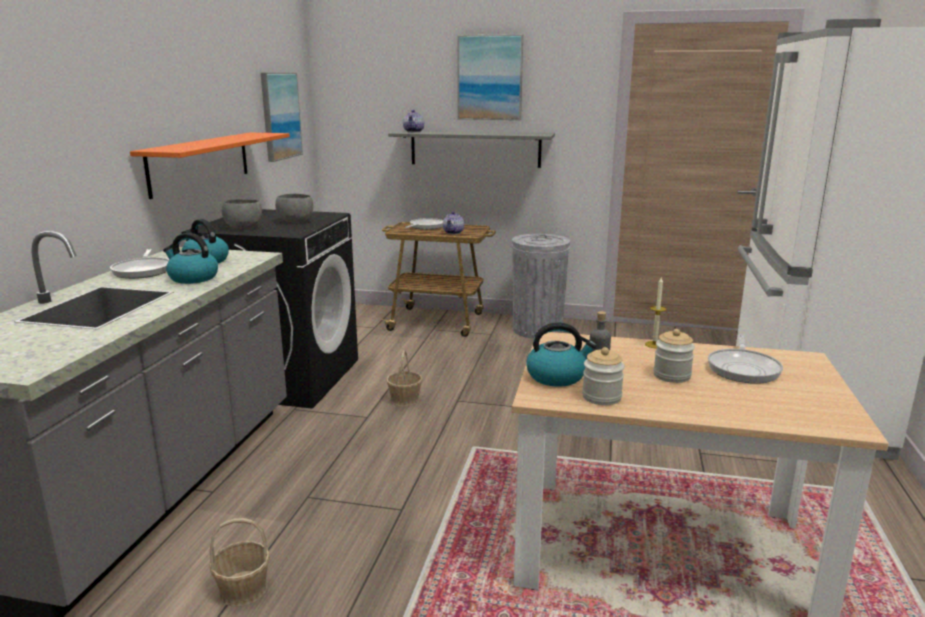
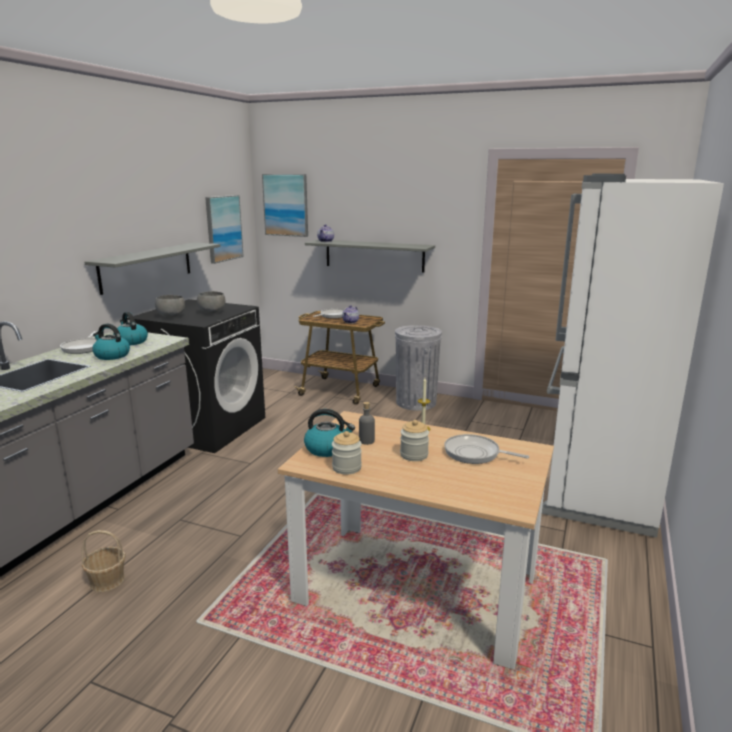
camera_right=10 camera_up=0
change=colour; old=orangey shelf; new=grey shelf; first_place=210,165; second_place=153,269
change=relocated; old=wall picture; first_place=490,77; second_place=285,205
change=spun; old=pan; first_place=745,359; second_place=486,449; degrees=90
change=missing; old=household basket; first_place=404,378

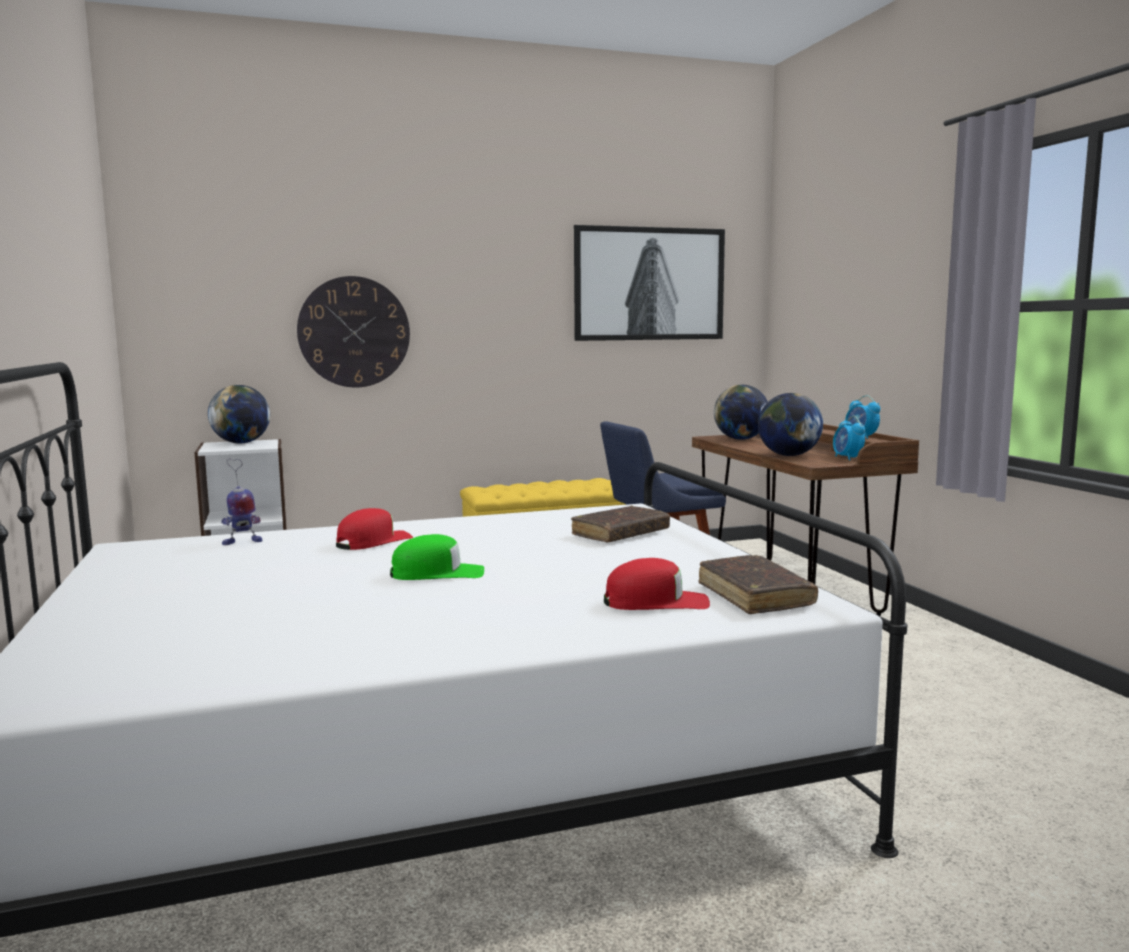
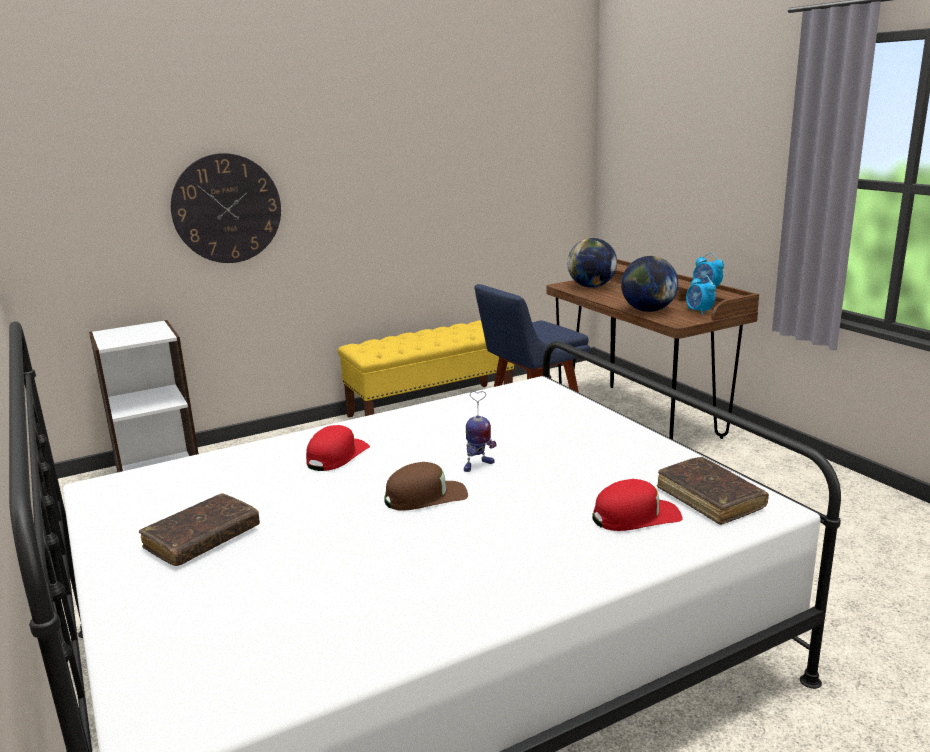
camera_right=-10 camera_up=10
change=relocated; old=brown-coloured volume; first_place=620,524; second_place=199,529
change=colour; old=greenish peaked cap; new=brown-coloured peaked cap; first_place=437,557; second_place=426,486
change=relocated; old=toy robot; first_place=242,502; second_place=480,431
change=missing; old=globe; first_place=239,414
change=missing; old=wall picture; first_place=649,283

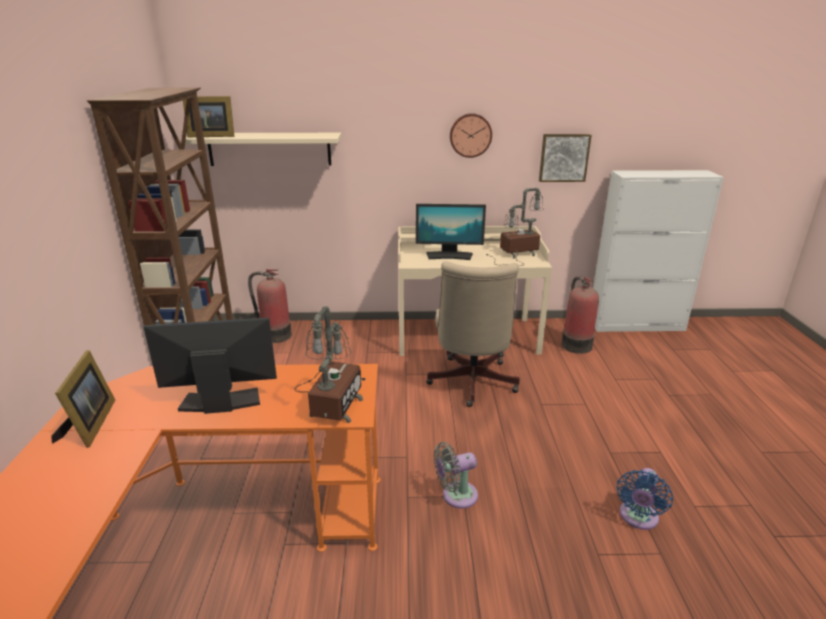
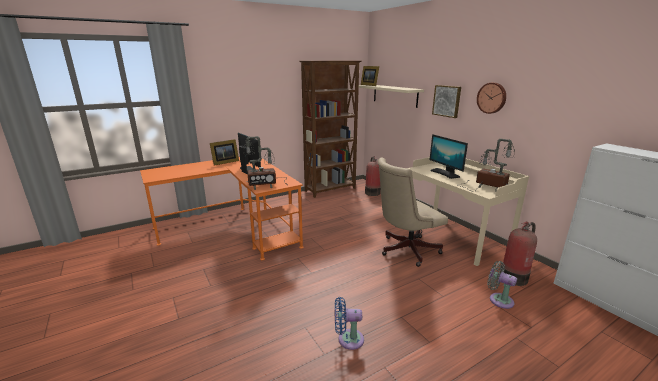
camera_right=60 camera_up=-5
change=relocated; old=wall picture; first_place=565,158; second_place=446,101
change=relocated; old=grey cooling fan; first_place=456,475; second_place=502,285

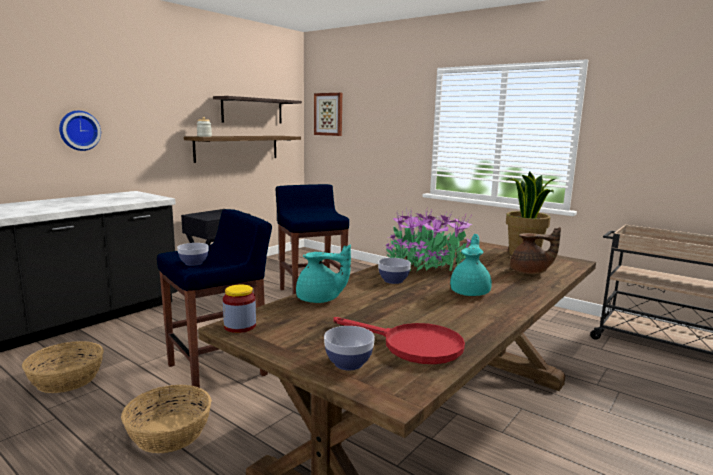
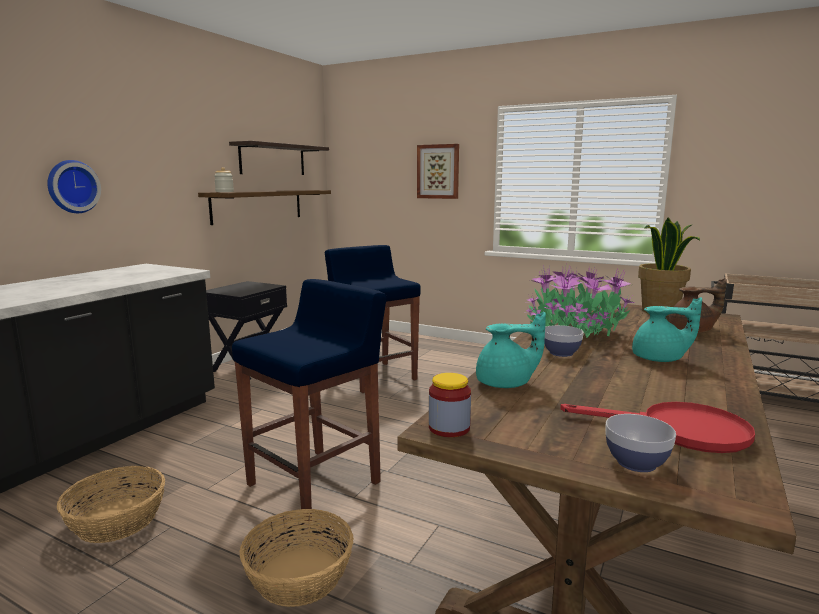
camera_right=-10 camera_up=0
change=relocated; old=wall picture; first_place=328,114; second_place=438,171
change=spun; old=blue-green tea pot; first_place=471,265; second_place=667,329; degrees=90
change=missing; old=serving bowl; first_place=193,254

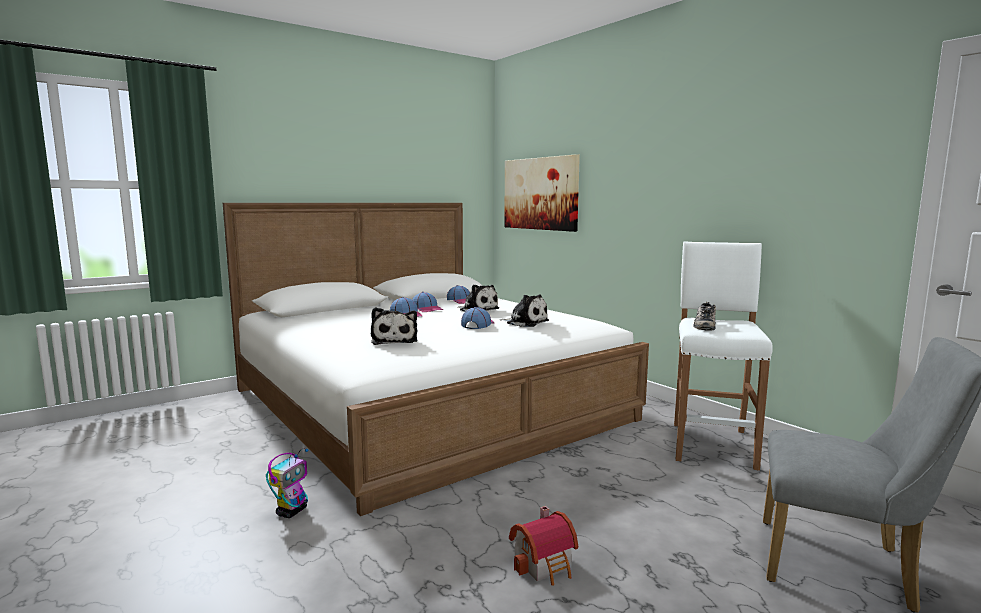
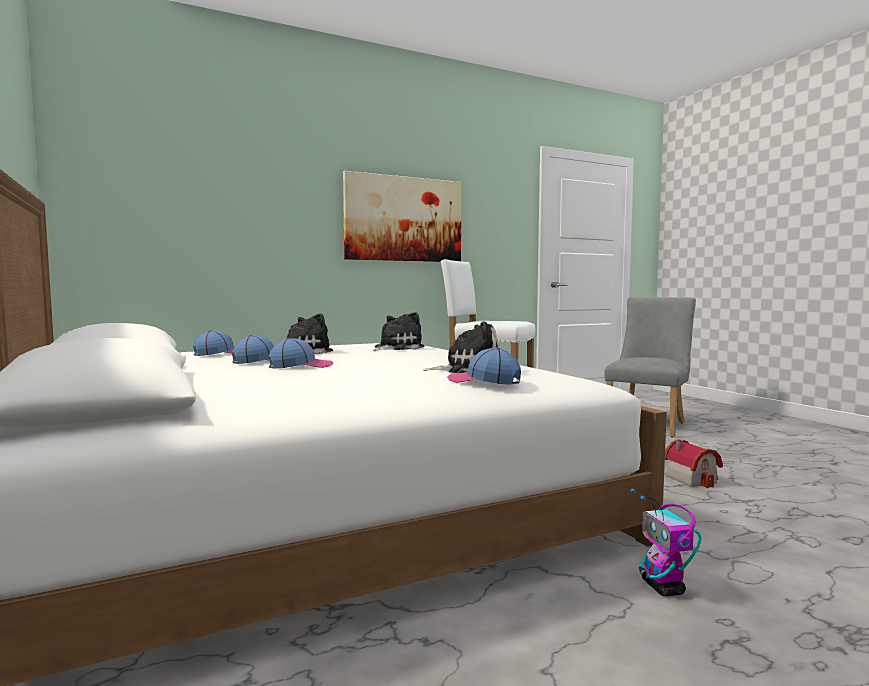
camera_right=-80 camera_up=-5
change=relocated; old=wall picture; first_place=542,193; second_place=402,216
change=relocated; old=peaked cap; first_place=477,318; second_place=484,366
change=spun; old=toy robot; first_place=287,483; second_place=666,542; degrees=-135
change=missing; old=low shoe; first_place=704,316

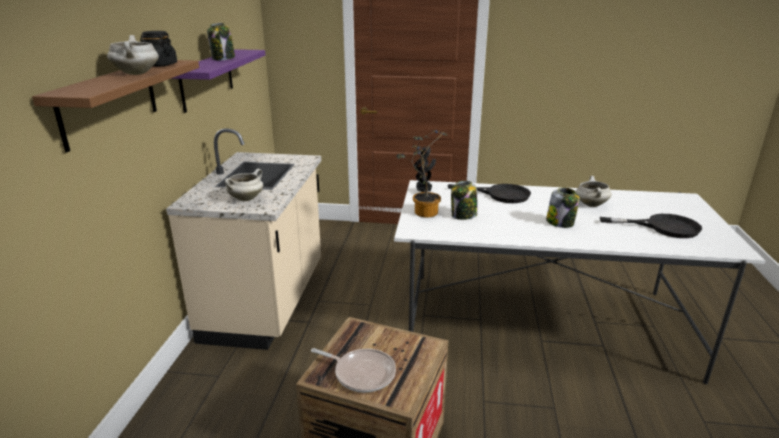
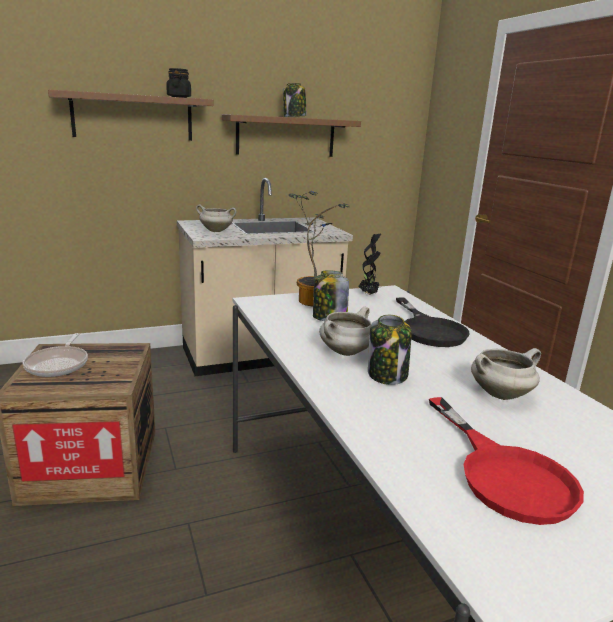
camera_right=60 camera_up=-5
change=colour; old=purplish shelf; new=brown-coloured shelf; first_place=218,81; second_place=291,135
change=relocated; old=whitish cooking pot; first_place=133,55; second_place=345,331
change=colour; old=blackish pan; new=red-coloured pan; first_place=651,226; second_place=506,461

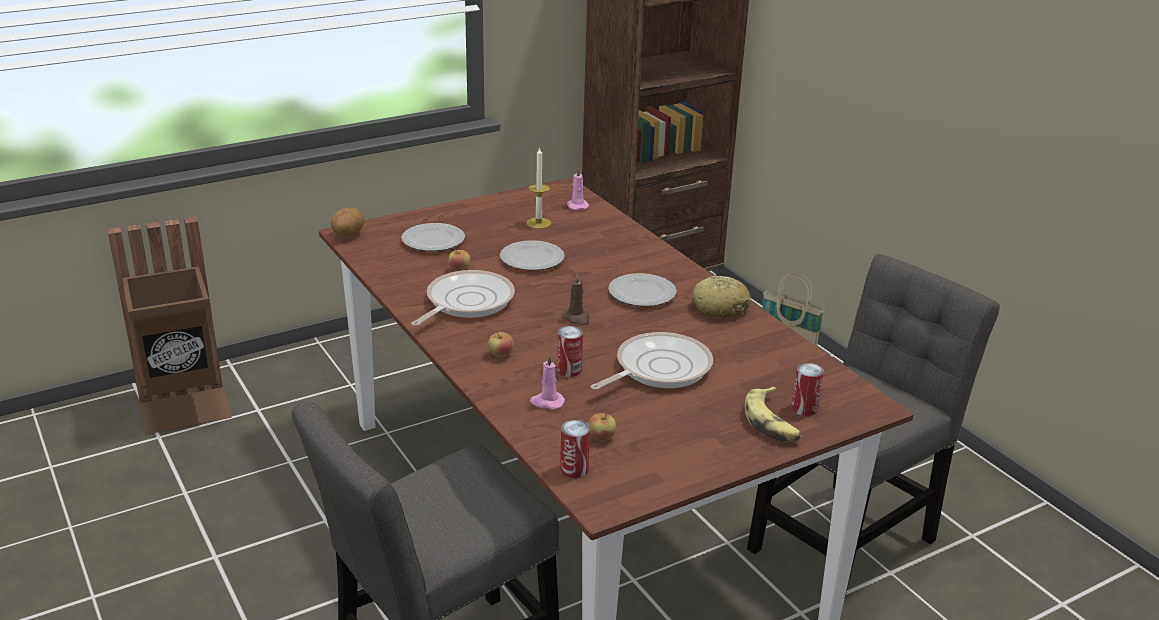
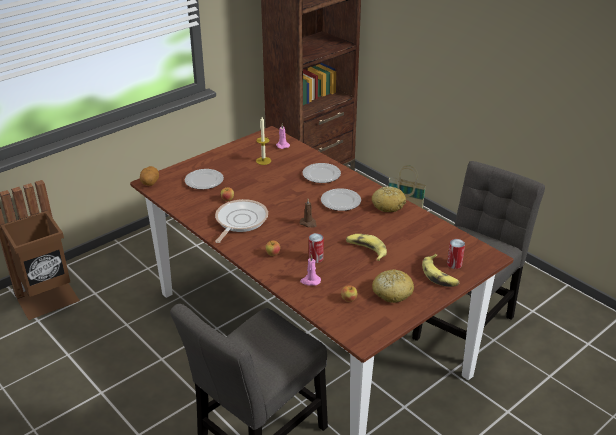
camera_right=-10 camera_up=5
change=relocated; old=dinner plate; first_place=532,255; second_place=322,173
change=exchanged; old=pan; new=banana; first_place=652,361; second_place=366,247
change=appeared; new=baked bread; second_place=393,286
change=missing; old=can; first_place=575,449

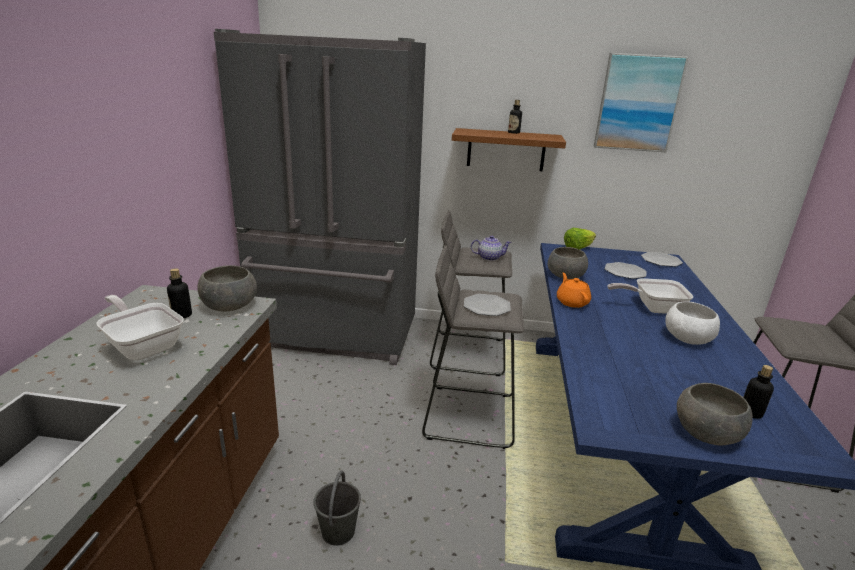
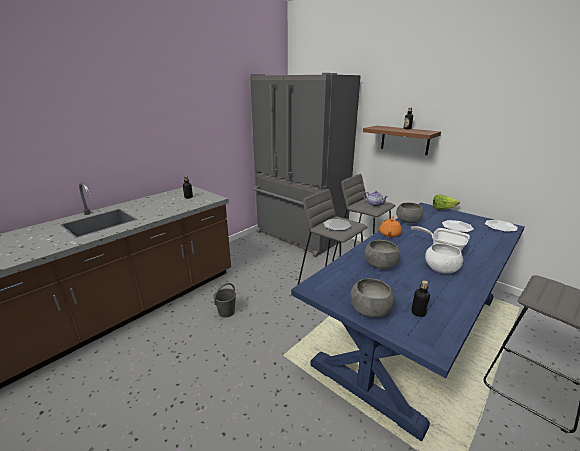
camera_right=35 camera_up=0
change=relocated; old=grey serving bowl; first_place=227,288; second_place=382,254
change=missing; old=pan; first_place=140,328
change=missing; old=wall picture; first_place=641,103

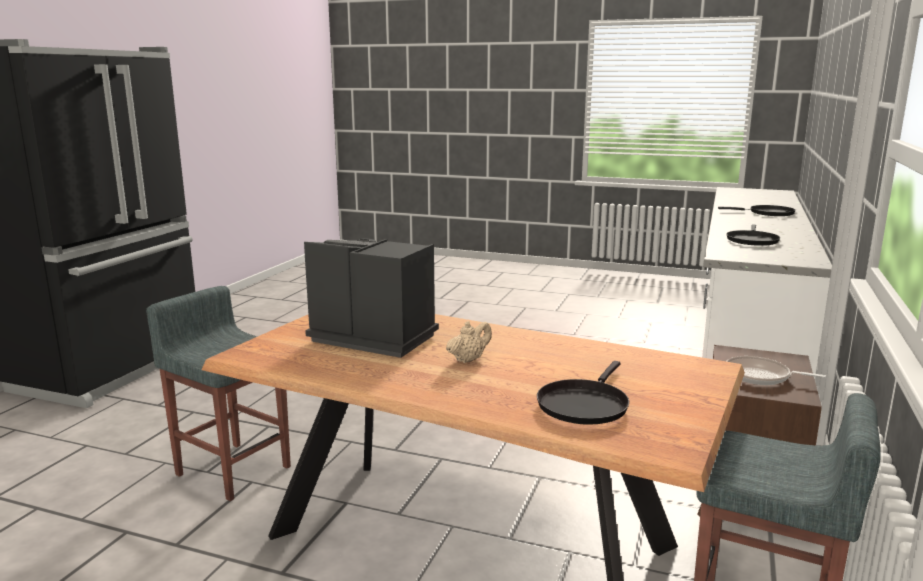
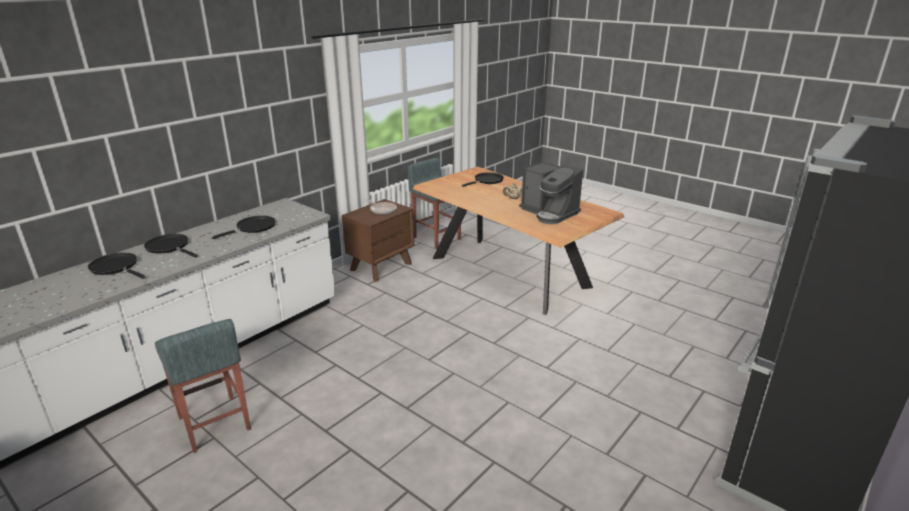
camera_right=-160 camera_up=10
change=appeared; new=blackish pan; second_place=171,245
change=relocated; old=grey sitting stool; first_place=218,393; second_place=203,386

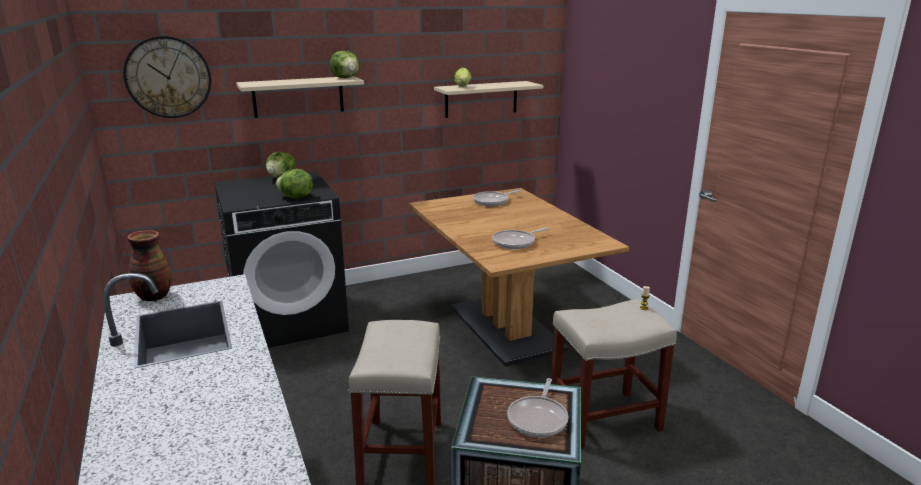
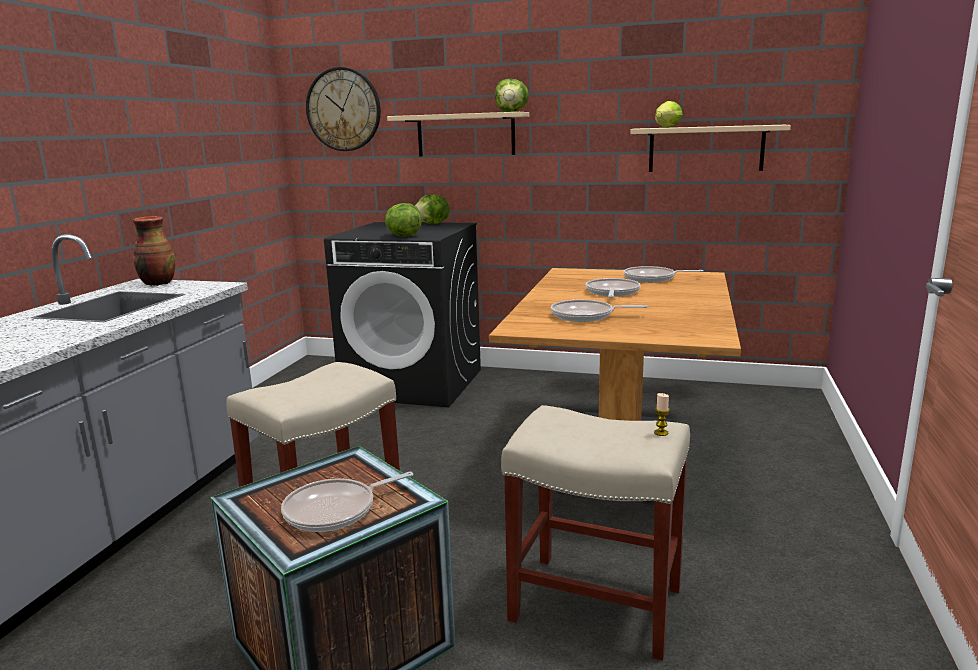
camera_right=40 camera_up=-5
change=appeared; new=pan; second_place=613,287

